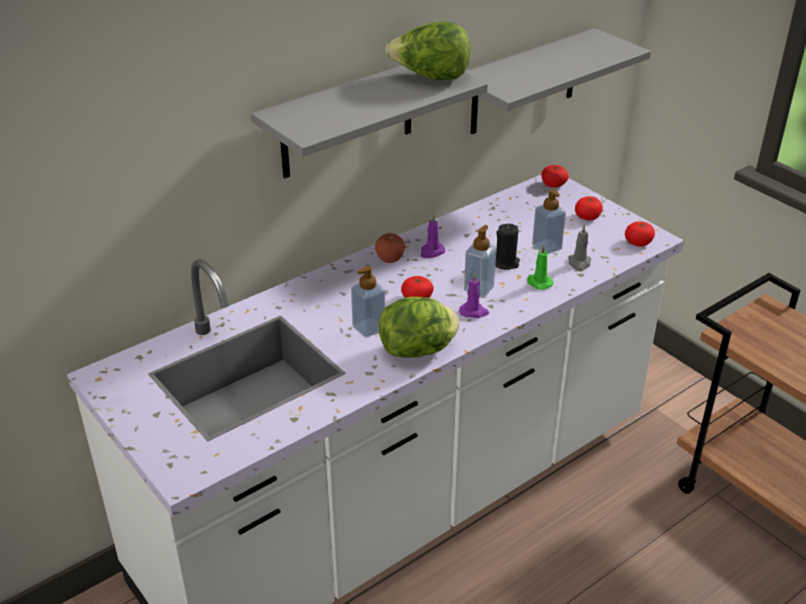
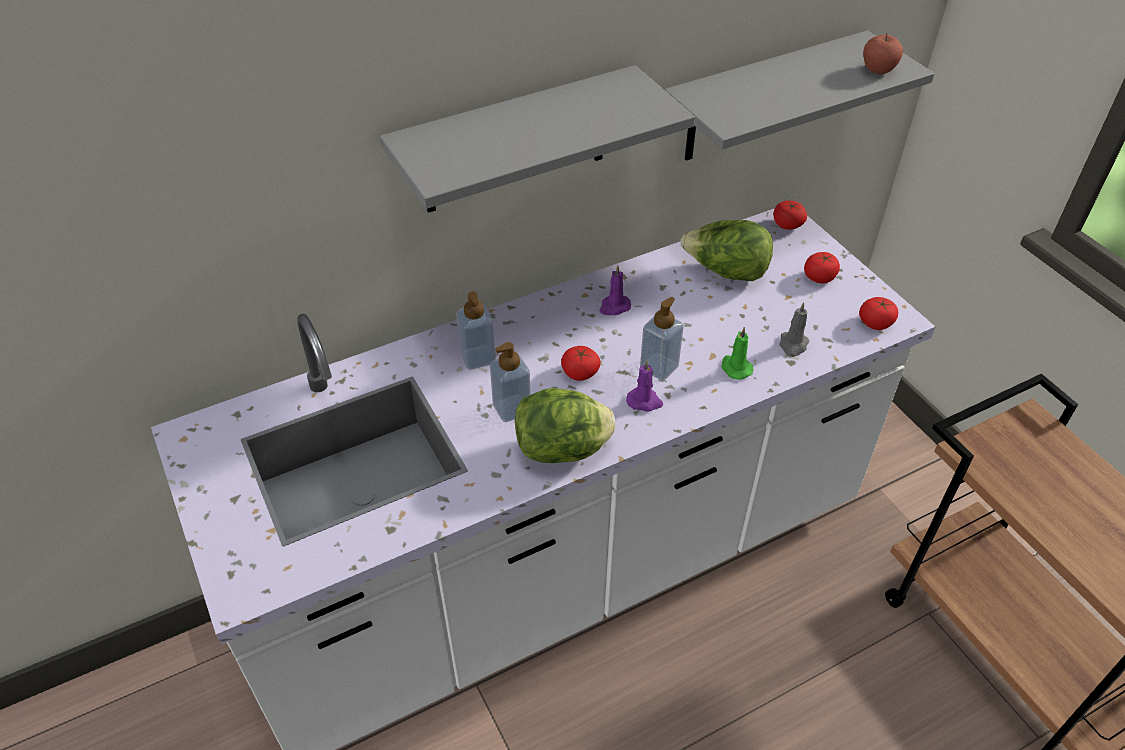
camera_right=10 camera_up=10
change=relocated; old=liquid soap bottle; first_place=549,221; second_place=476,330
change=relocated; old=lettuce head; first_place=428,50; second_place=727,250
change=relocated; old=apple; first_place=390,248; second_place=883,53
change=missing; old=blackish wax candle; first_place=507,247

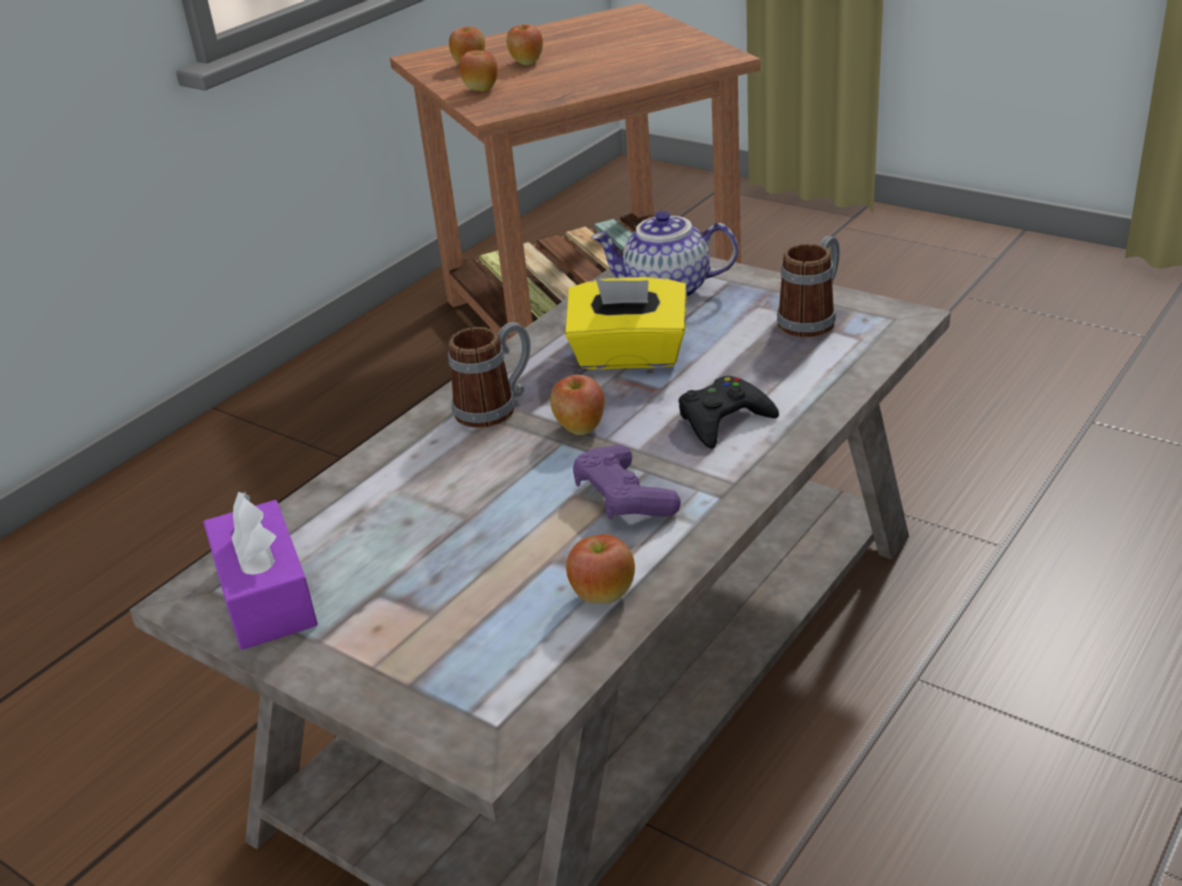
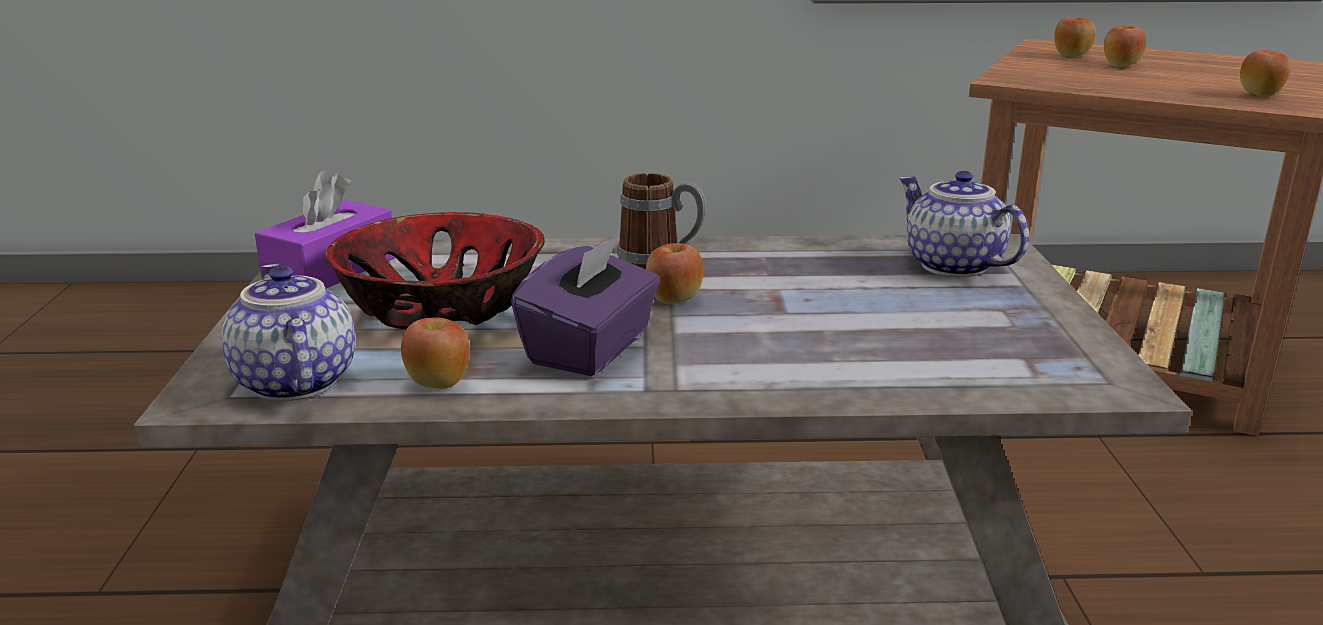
camera_right=50 camera_up=-10
change=appeared; new=tea pot; second_place=288,333
change=appeared; new=serving bowl; second_place=435,271
change=exchanged; old=purplish joypad; new=purplish tissue holder; first_place=627,482; second_place=585,305
change=relocated; old=apple; first_place=478,70; second_place=1265,73
change=missing; old=yellow-coloured tissue holder; first_place=626,323
change=missing; old=blackish joypad; first_place=728,412
change=missing; old=tea mug; first_place=808,286

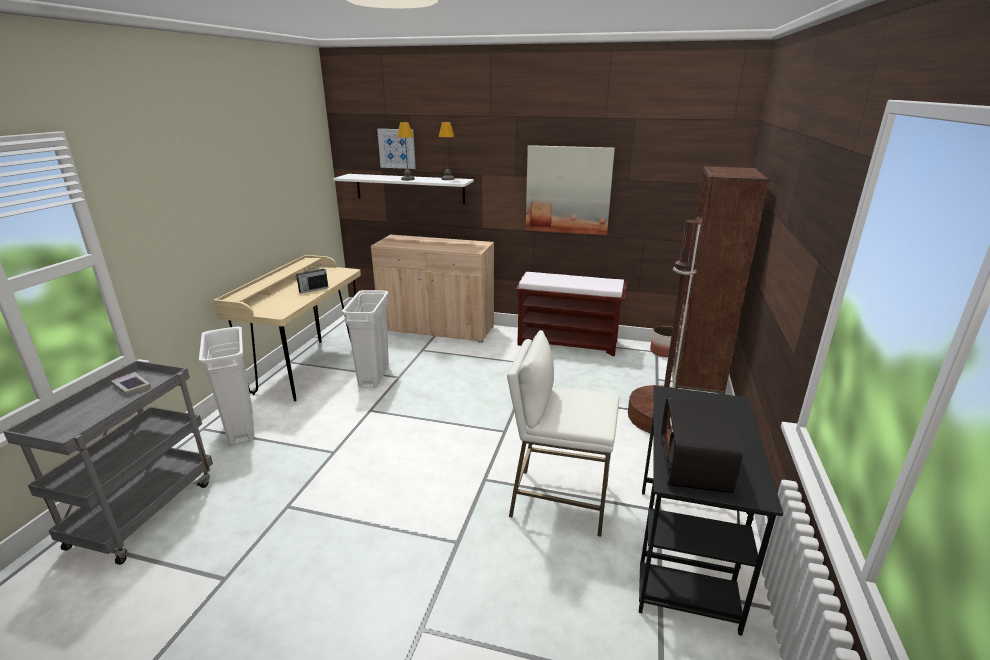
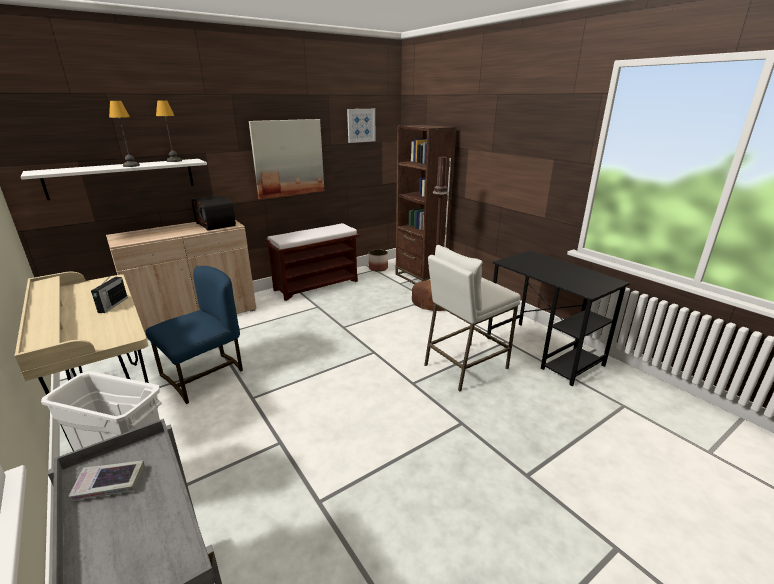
camera_right=-50 camera_up=0
change=exchanged; old=whitish rubbish bin; new=blue upright chair; first_place=365,339; second_place=194,335
change=relocated; old=radio; first_place=702,445; second_place=213,213
change=relocated; old=wall picture; first_place=396,149; second_place=361,126

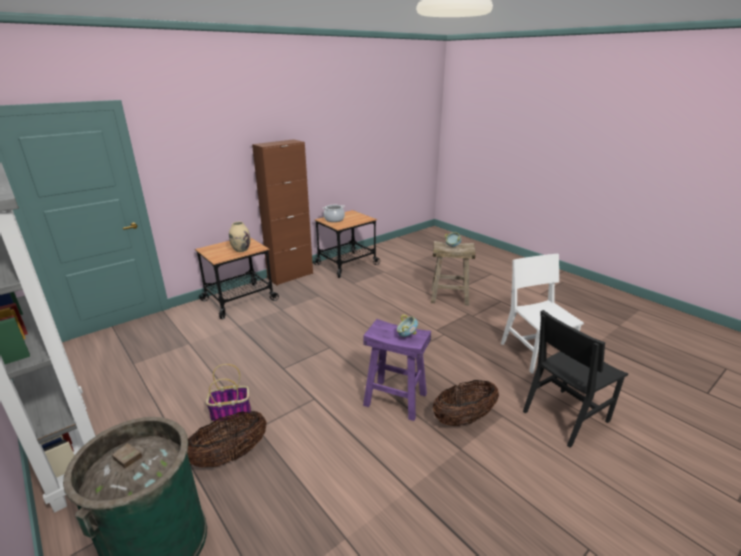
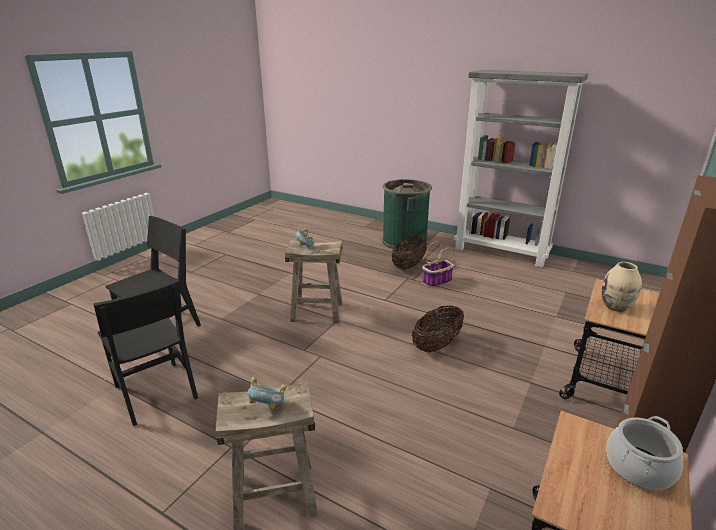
camera_right=160 camera_up=0
change=colour; old=whitish upright chair; new=blackish upright chair; first_place=542,314; second_place=145,353
change=colour; old=purplish sitting stool; new=beige-coloured sitting stool; first_place=397,370; second_place=314,281
change=relocated; old=household basket; first_place=466,403; second_place=438,328

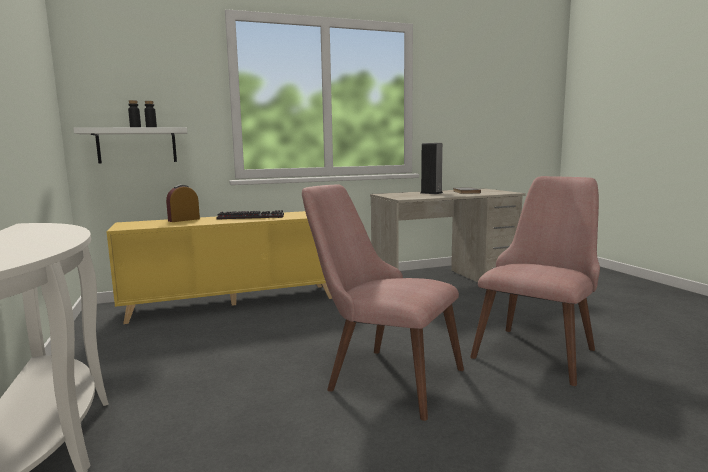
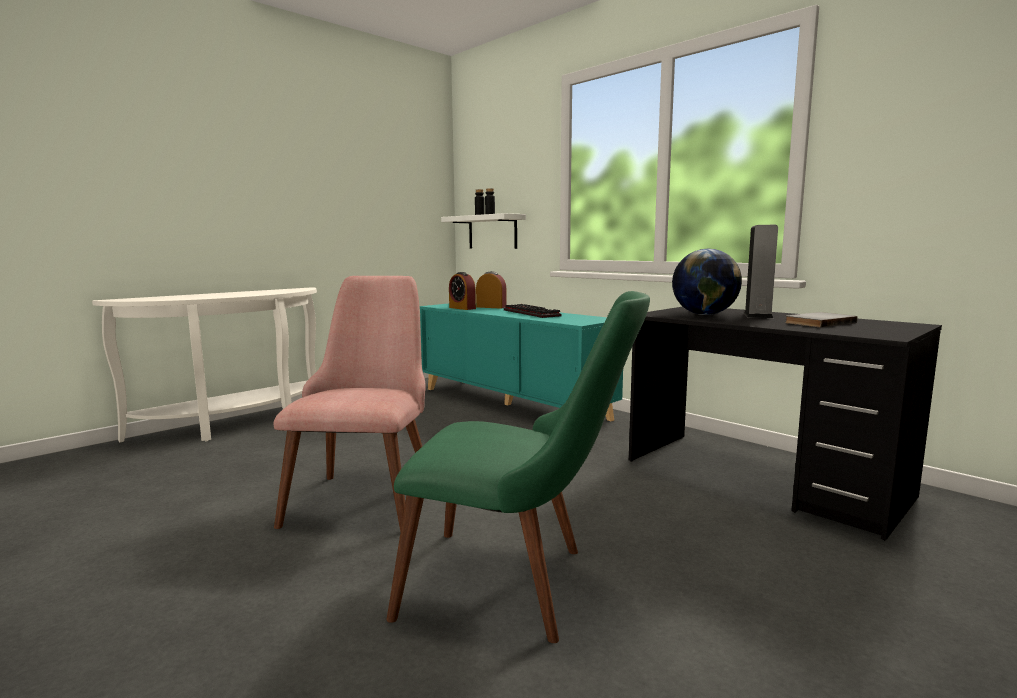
camera_right=65 camera_up=0
change=colour; old=pink upright chair; new=greenish upright chair; first_place=535,281; second_place=518,467
change=colour; old=yellow-coloured cabinet; new=blue-green cabinet; first_place=219,267; second_place=521,363
change=appeared; new=alarm clock; second_place=462,291
change=colour; old=beige-coloured desk unit; new=blackish desk unit; first_place=448,235; second_place=785,423
change=appeared; new=globe; second_place=707,282

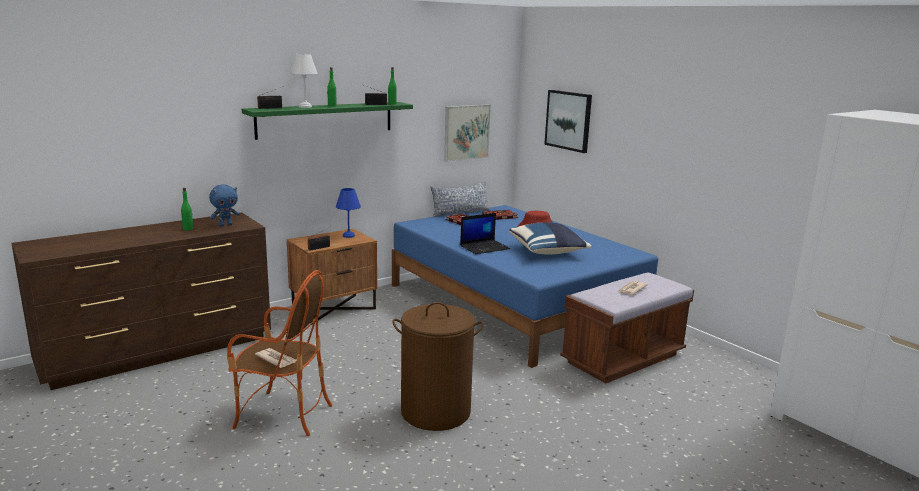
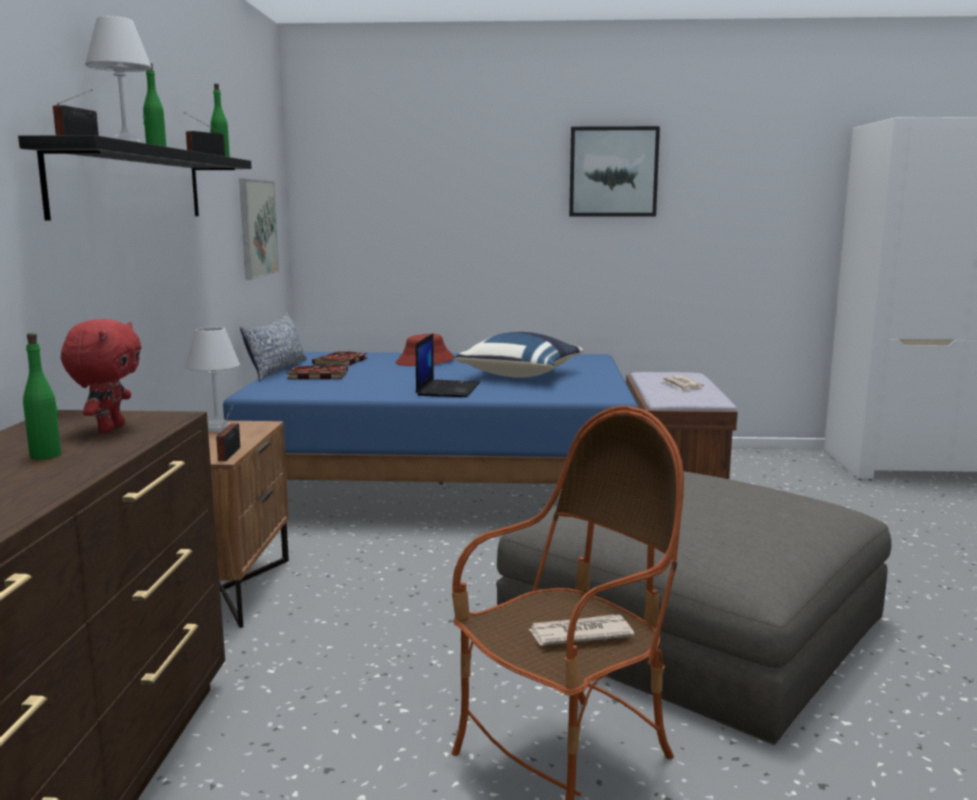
camera_right=-50 camera_up=-5
change=colour; old=greenish shelf; new=blackish shelf; first_place=327,121; second_place=135,178
change=colour; old=blue cuddly toy; new=red-coloured cuddly toy; first_place=224,205; second_place=101,376
change=colour; old=blue lamp for a table; new=whitish lamp for a table; first_place=348,213; second_place=212,379
change=exchanged; old=brown-coloured washing basket; new=grey pouffe; first_place=438,366; second_place=693,608
change=relocated; old=wall picture; first_place=568,121; second_place=614,171

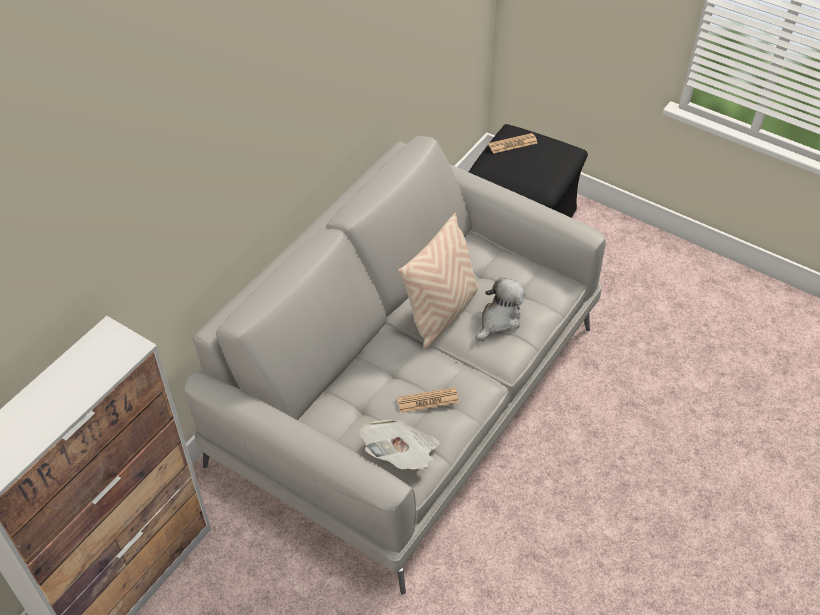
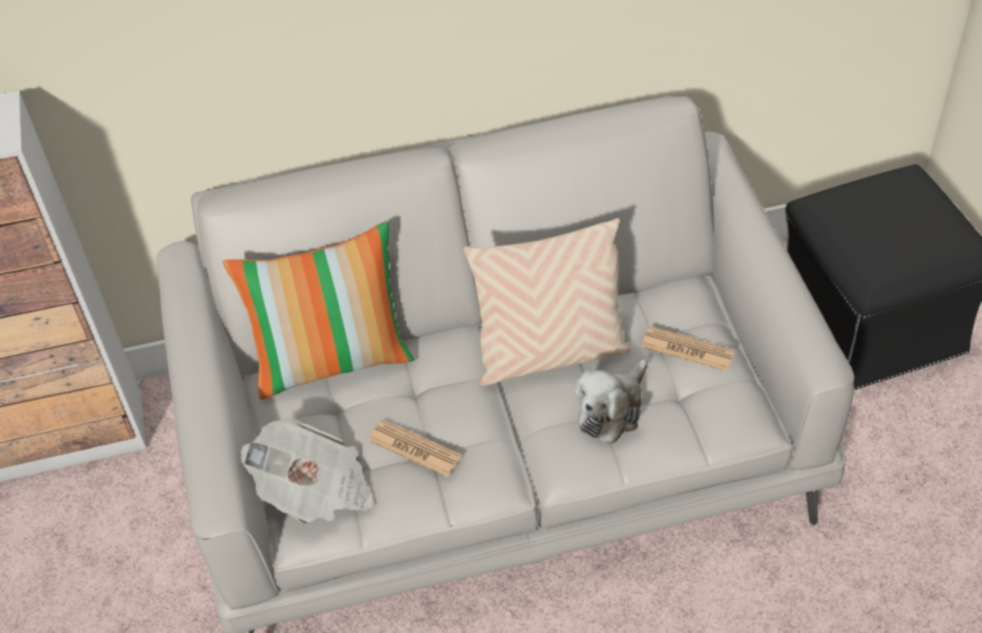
camera_right=45 camera_up=0
change=appeared; new=pillow; second_place=318,310
change=spun; old=cuddly toy; first_place=500,309; second_place=611,402; degrees=135
change=relocated; old=daily paper; first_place=512,143; second_place=688,348

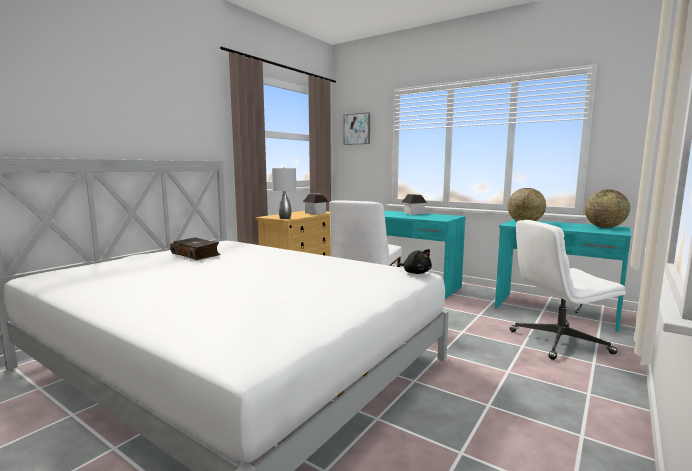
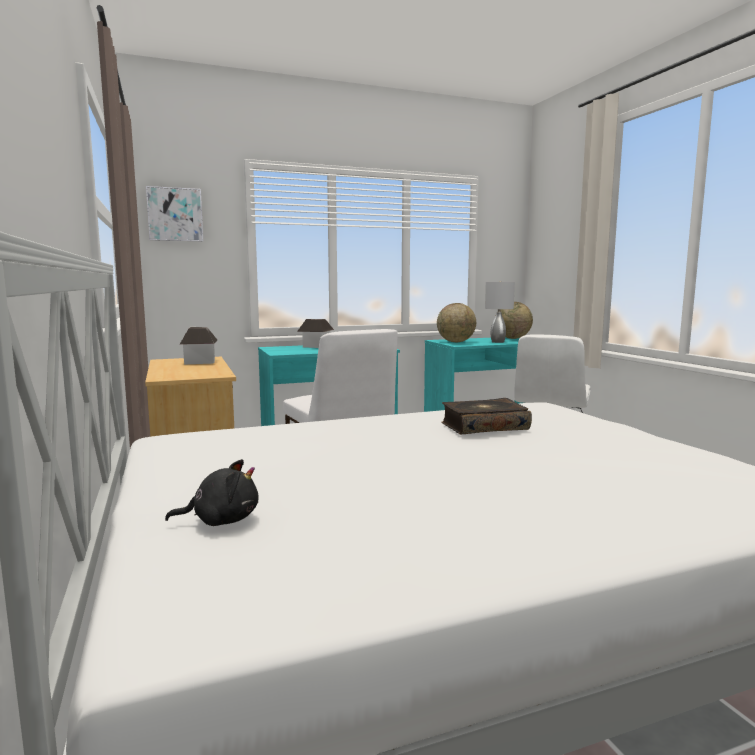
camera_right=-55 camera_up=0
change=relocated; old=blackish cuddly toy; first_place=414,261; second_place=211,492
change=relocated; old=volume; first_place=195,248; second_place=486,416
change=relocated; old=grey lamp for a table; first_place=284,193; second_place=500,312

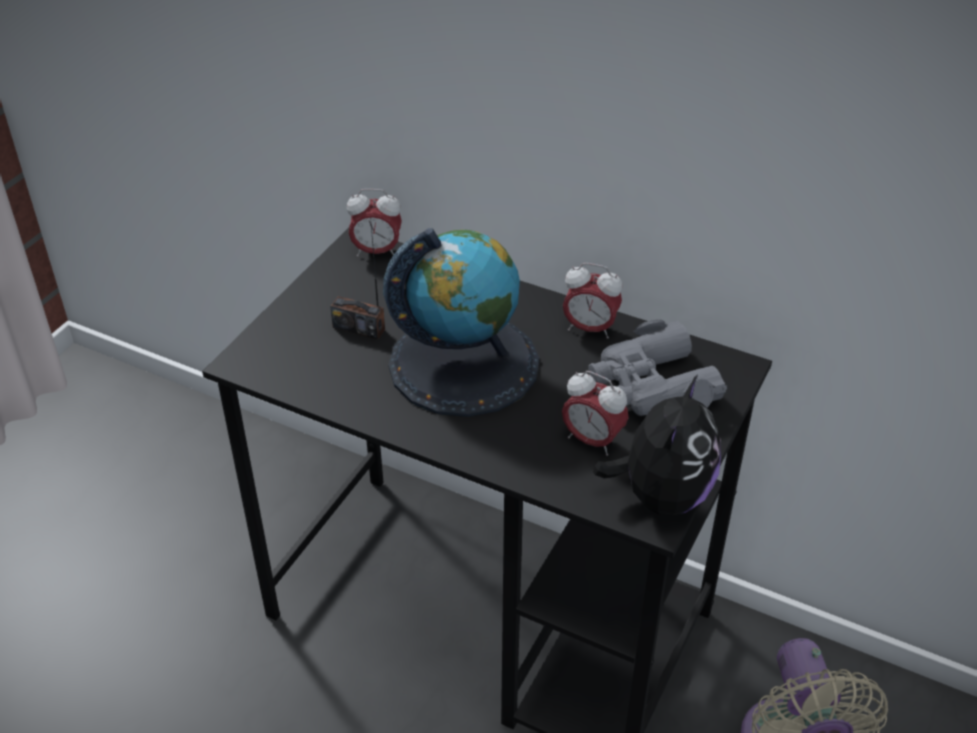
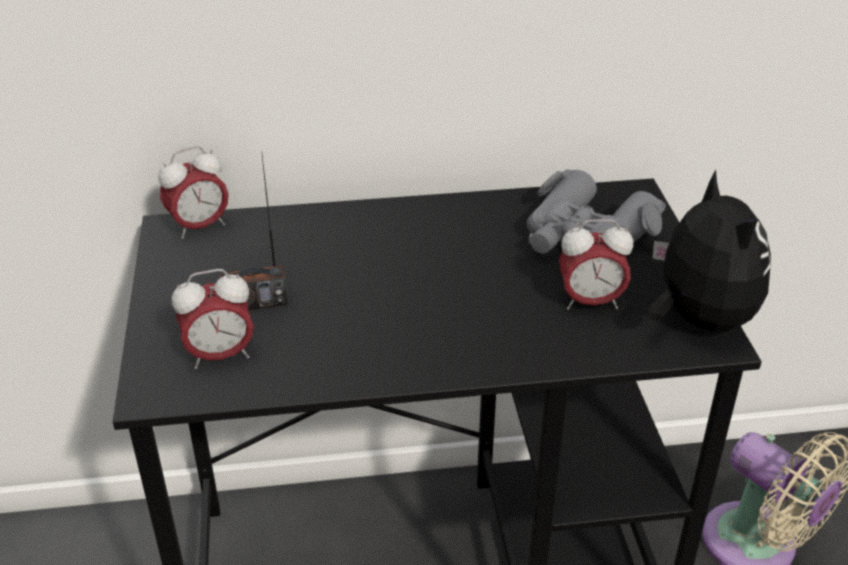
camera_right=-35 camera_up=-5
change=relocated; old=alarm clock; first_place=592,301; second_place=213,319
change=missing; old=globe; first_place=461,322

